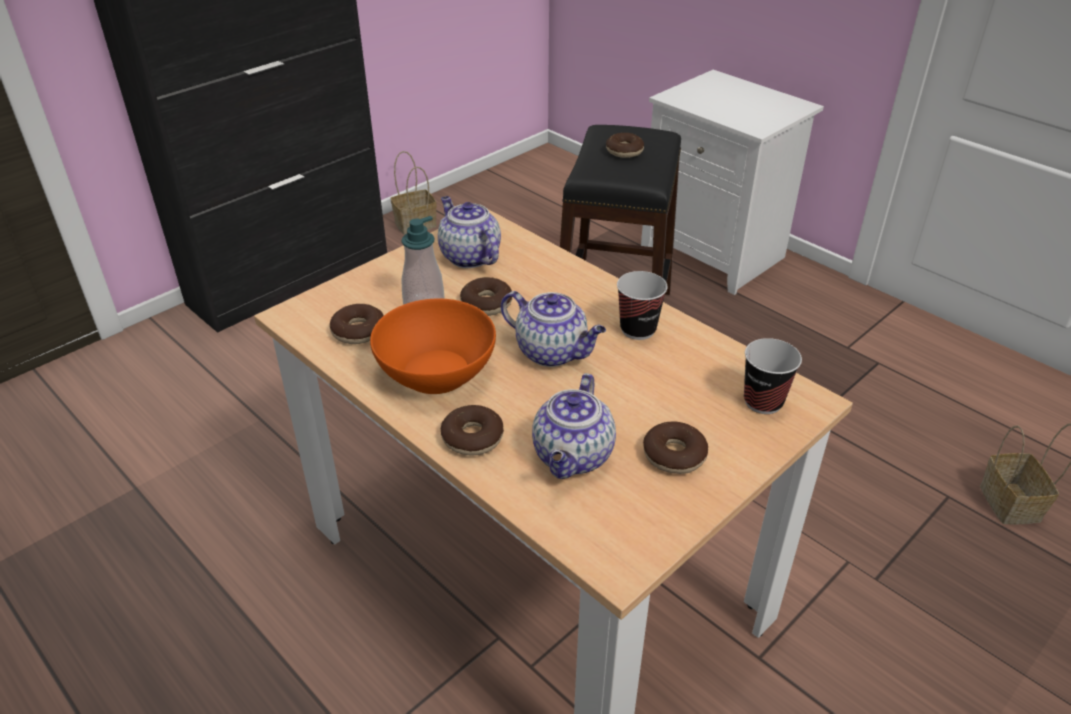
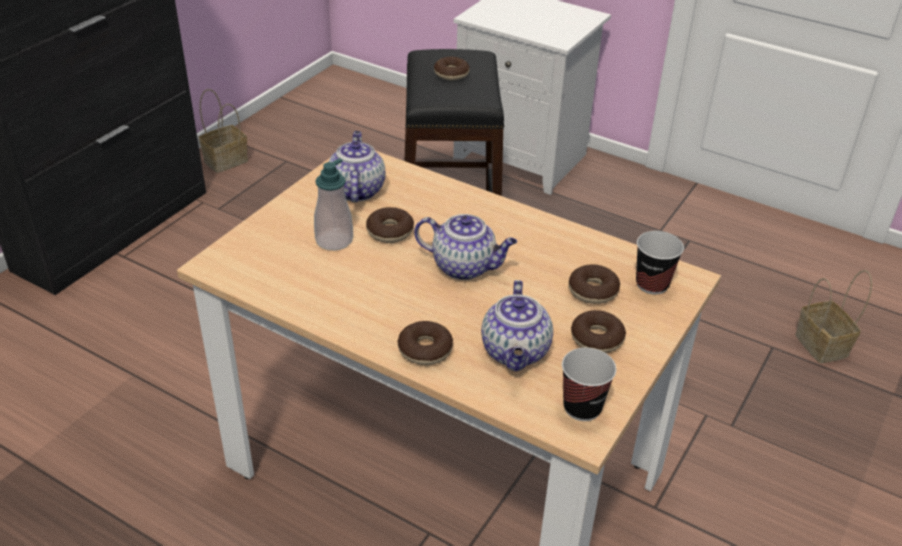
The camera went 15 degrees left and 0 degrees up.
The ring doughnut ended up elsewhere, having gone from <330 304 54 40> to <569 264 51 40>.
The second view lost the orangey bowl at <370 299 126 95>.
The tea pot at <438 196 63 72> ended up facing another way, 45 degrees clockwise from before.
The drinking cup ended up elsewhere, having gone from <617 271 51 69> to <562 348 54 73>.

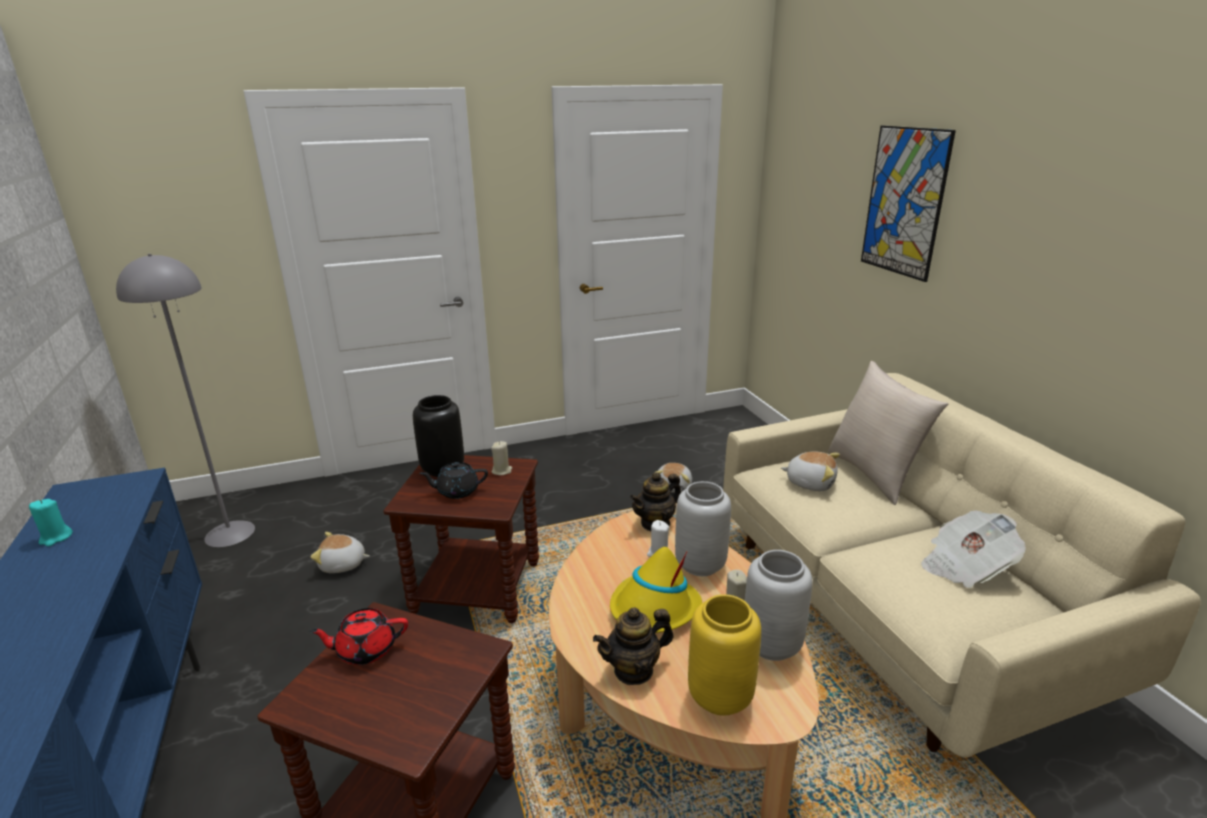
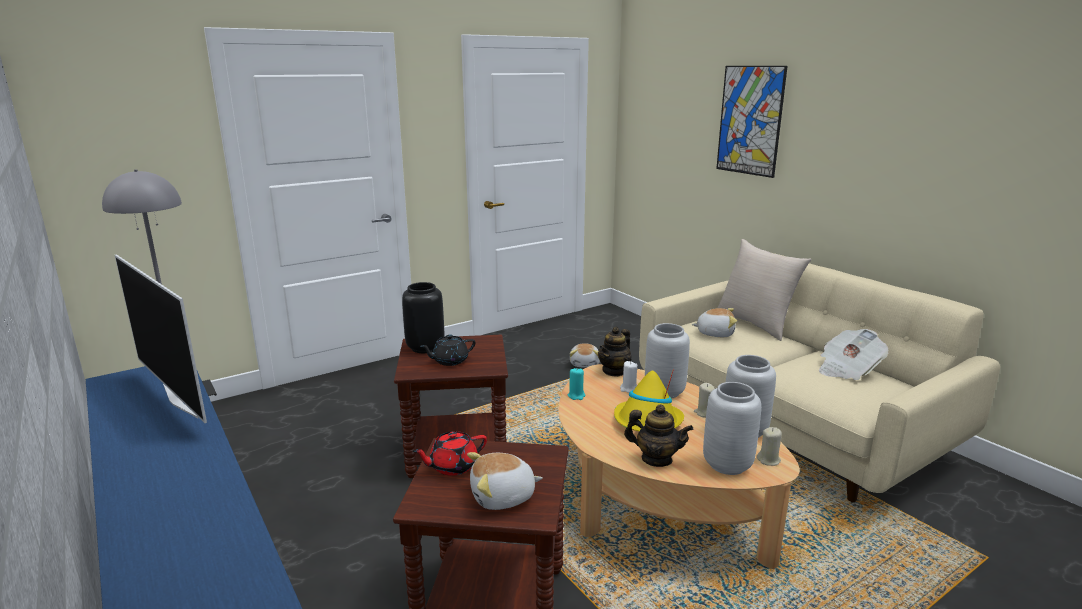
The camera went 15 degrees left and 5 degrees down.
The turquoise candle ended up elsewhere, having gone from <29 499 44 47> to <568 368 17 32>.
The soft toy ended up elsewhere, having gone from <310 532 60 41> to <467 452 76 58>.
The beige-coloured candle ended up elsewhere, having gone from <491 441 21 34> to <757 427 25 39>.
The tea pot at <593 607 81 78> ended up facing another way, 120 degrees counterclockwise from before.
What was the yellowish decorative vase at <688 594 73 122> turned into the gray decorative vase at <703 382 58 93>.
The second view gained the television at <115 254 92 169>.

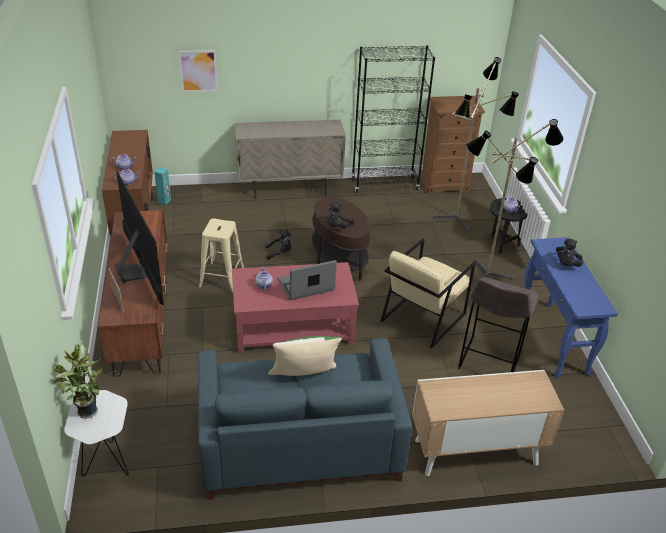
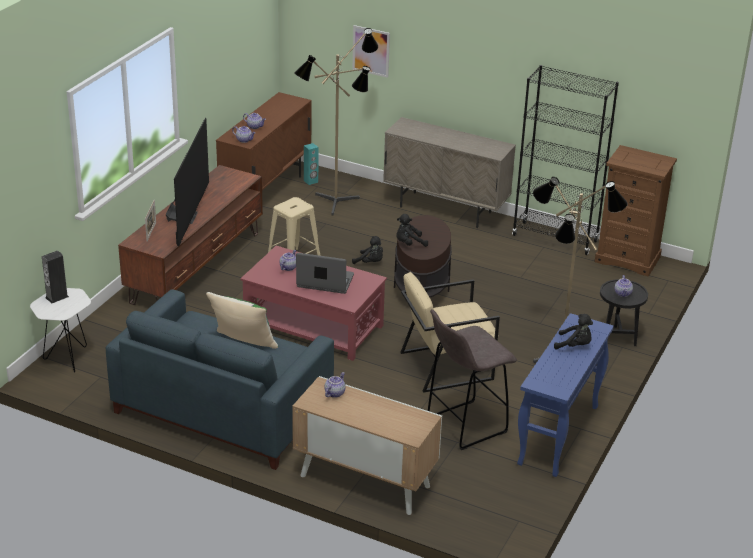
The camera went 35 degrees right and 5 degrees down.
Where the potted plant stood at <53 343 50 76>, the speaker came to stand at <42 250 27 53>.
The standard lamp ended up elsewhere, having gone from <434 57 85 174> to <294 28 84 187>.
The black soft toy at <556 239 27 28> ended up facing another way, 135 degrees counterclockwise from before.
The second view gained the tea pot at <325 372 20 26>.

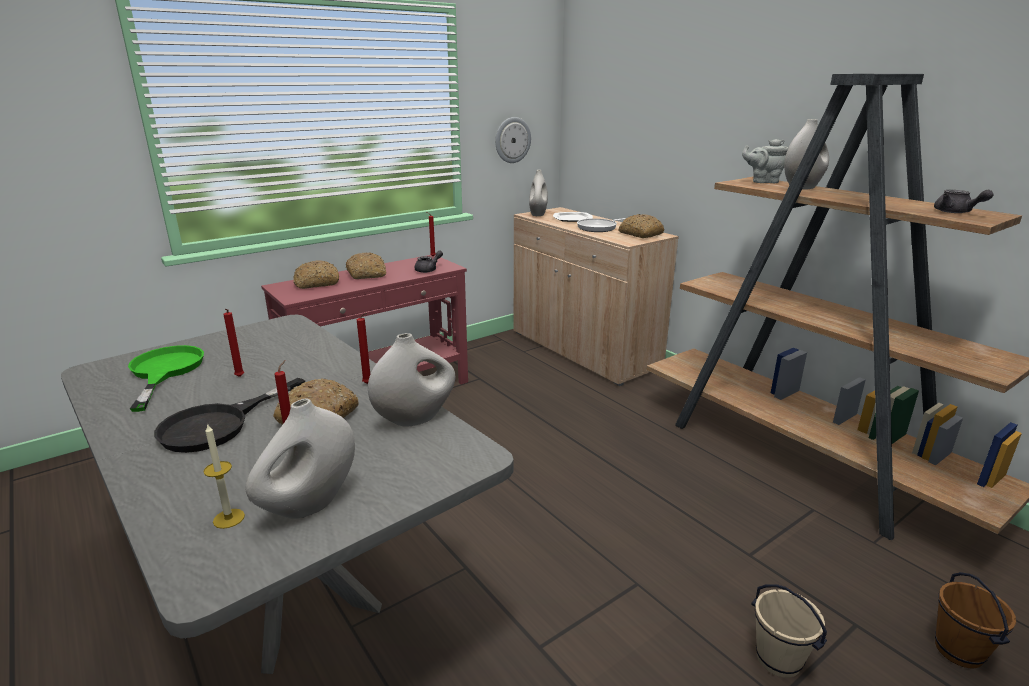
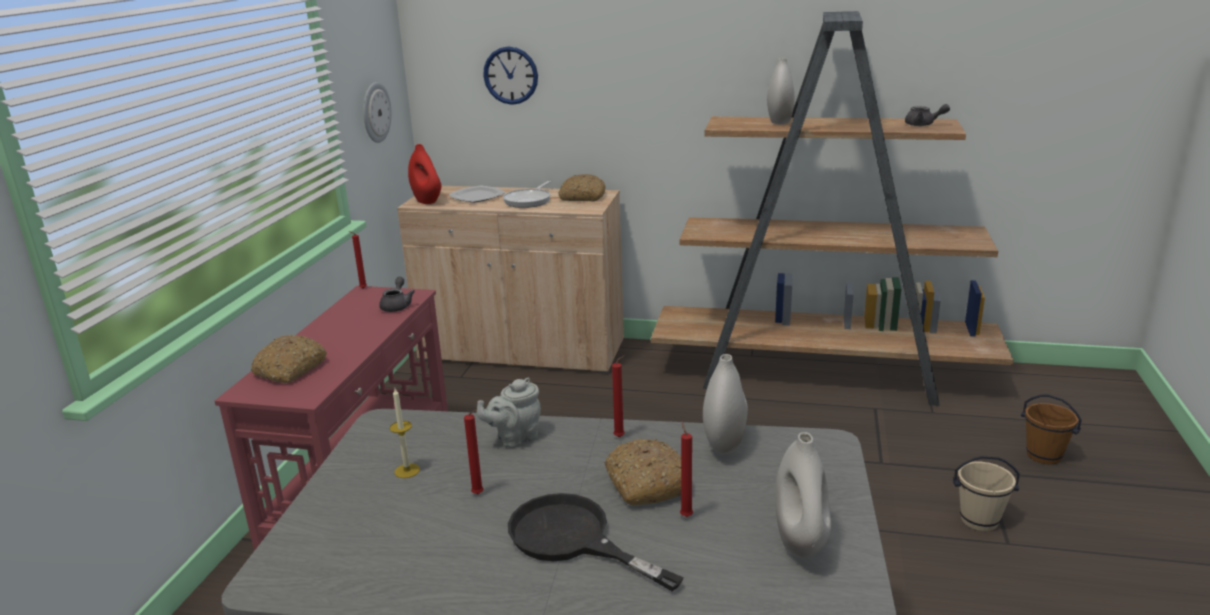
The camera went 40 degrees left and 0 degrees up.
The second view lost the green-coloured pan at <128 345 76 67>.
The black pan at <154 378 151 75> ended up facing another way, 135 degrees clockwise from before.
The candle ended up elsewhere, having gone from <203 423 42 106> to <390 389 30 89>.
The second view lost the bread at <346 252 40 27>.
What was the white decorative vase at <529 170 19 46> turned into the red decorative vase at <408 144 33 60>.
The gray tea pot ended up elsewhere, having gone from <742 139 46 44> to <477 378 64 70>.
The second view gained the hanging clock at <483 46 55 59>.

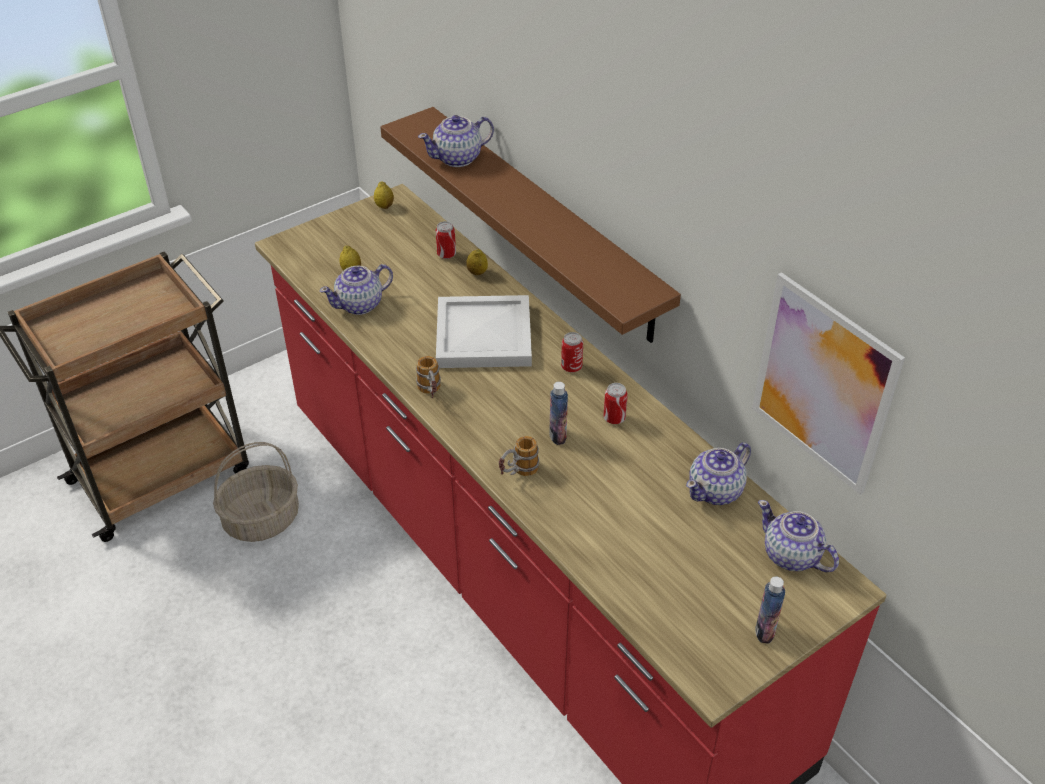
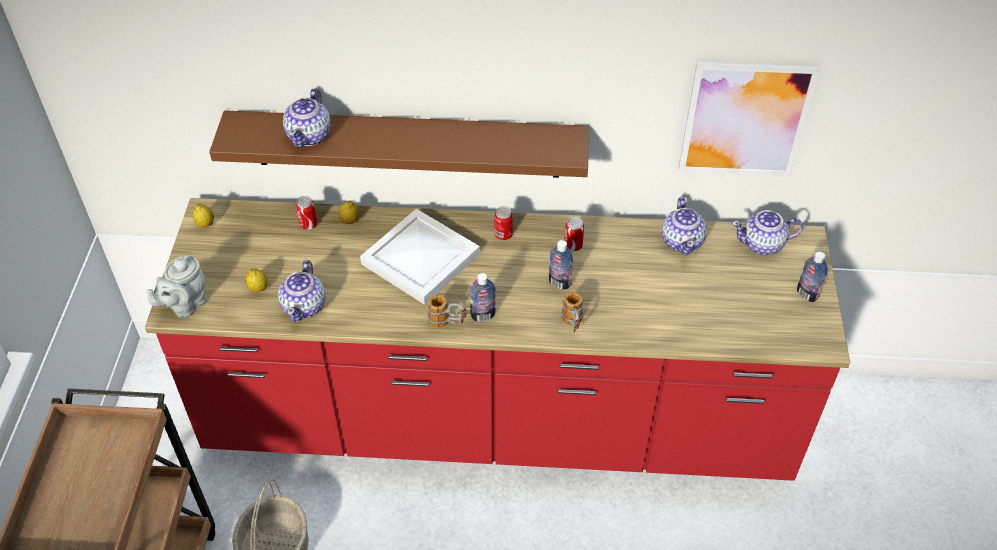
The camera went 50 degrees left and 5 degrees up.
The second view gained the gray tea pot at <147 255 60 63>.
The second view gained the beverage bottle at <470 273 26 49>.

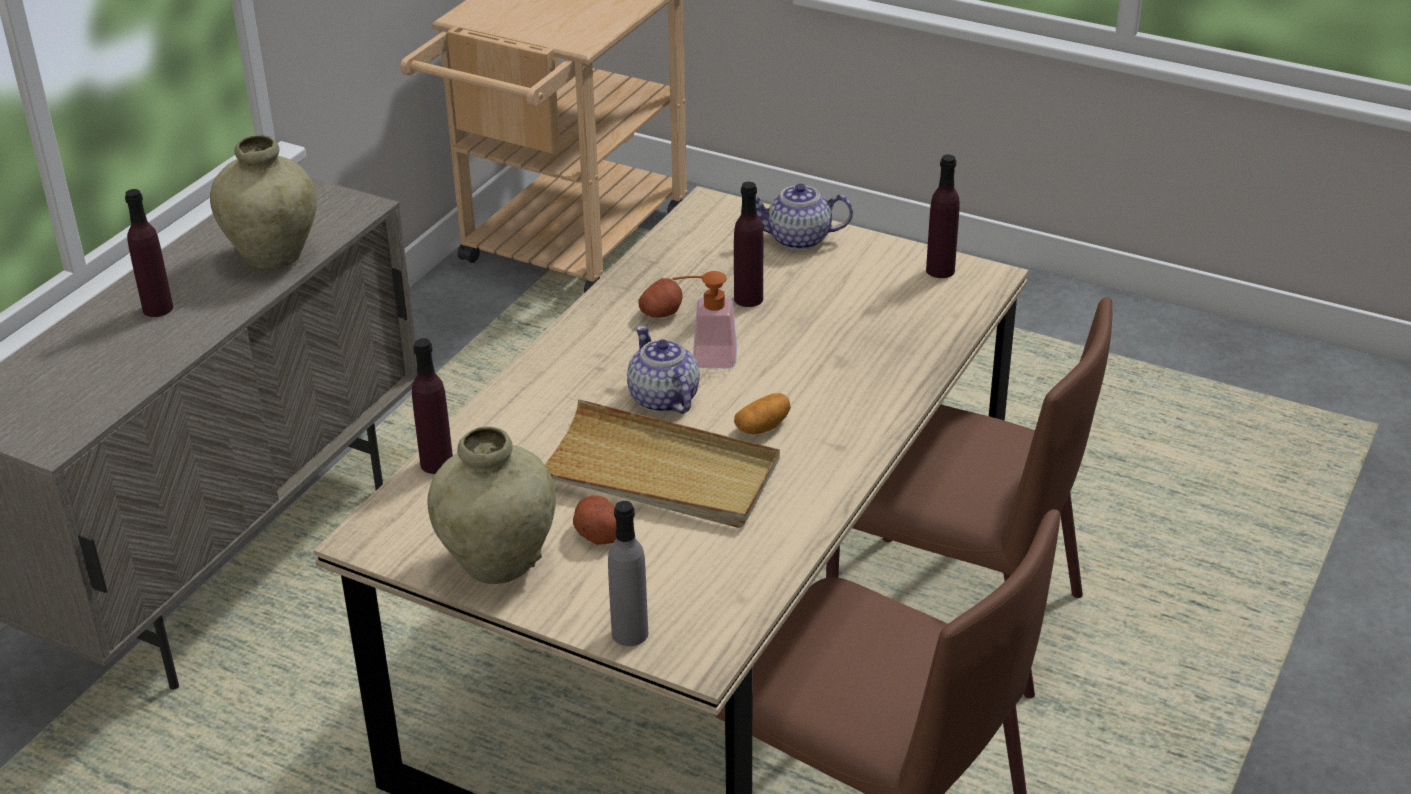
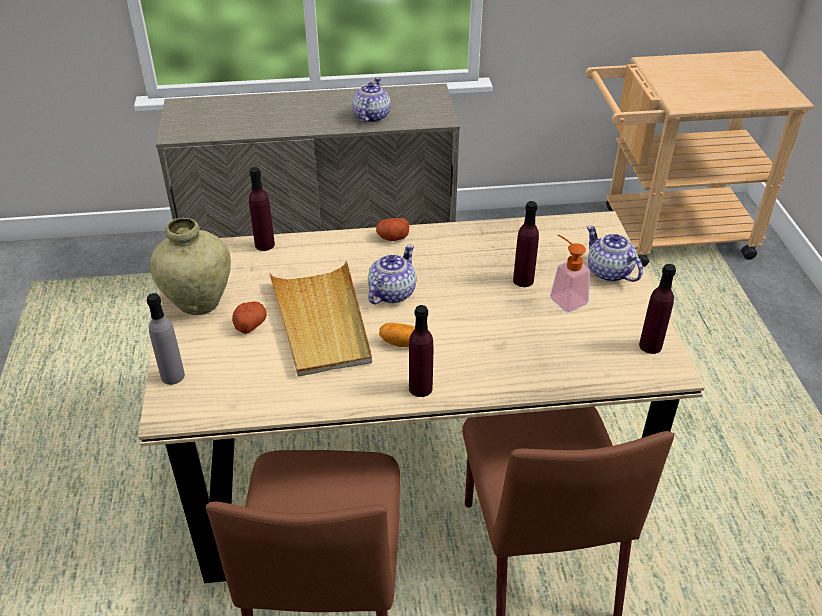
The camera went 55 degrees right and 5 degrees up.
The purple-coloured beverage bottle ended up elsewhere, having gone from <125 189 48 128> to <409 305 24 92>.
Where the beige-coloured decorative vase stood at <210 135 107 135>, the tea pot came to stand at <352 77 39 46>.
The whole potato ended up elsewhere, having gone from <638 278 45 40> to <376 218 33 23>.
The liquid soap bottle ended up elsewhere, having gone from <672 271 65 98> to <550 234 40 78>.

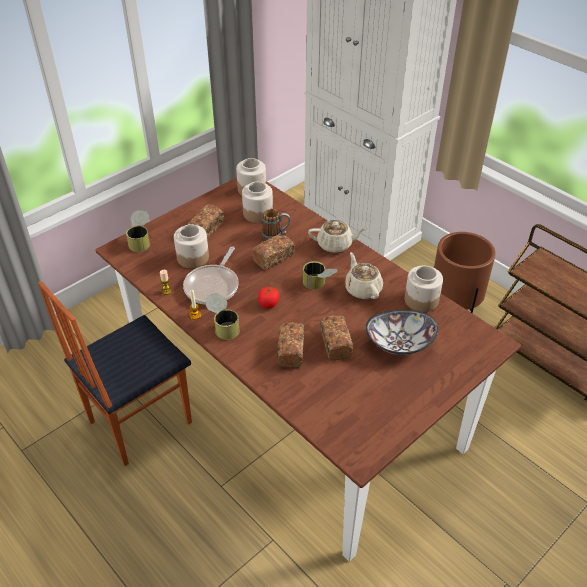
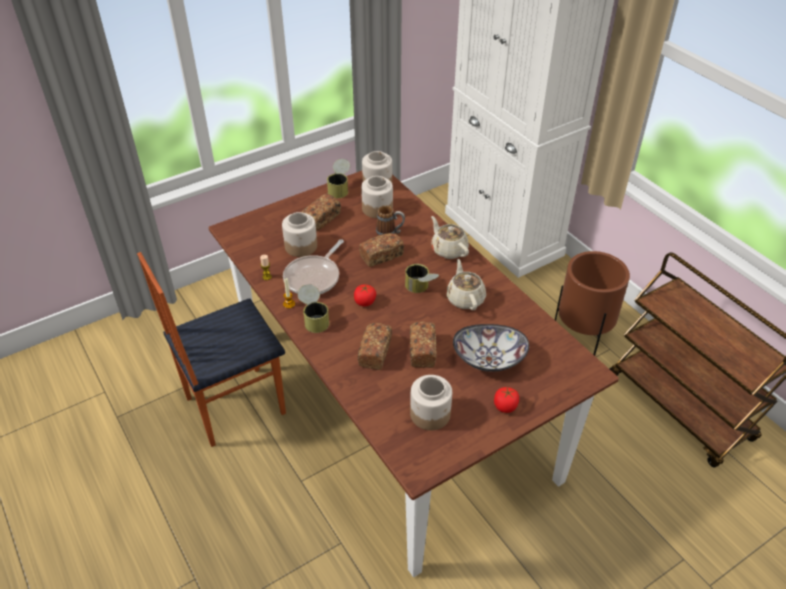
The camera went 10 degrees right and 0 degrees up.
The metal can ended up elsewhere, having gone from <126 210 24 42> to <327 159 23 39>.
The beige-coloured tea pot at <308 220 58 33> ended up facing another way, 135 degrees counterclockwise from before.
The jar ended up elsewhere, having gone from <405 266 38 46> to <410 375 42 55>.
The second view gained the whole tomato at <494 387 25 26>.

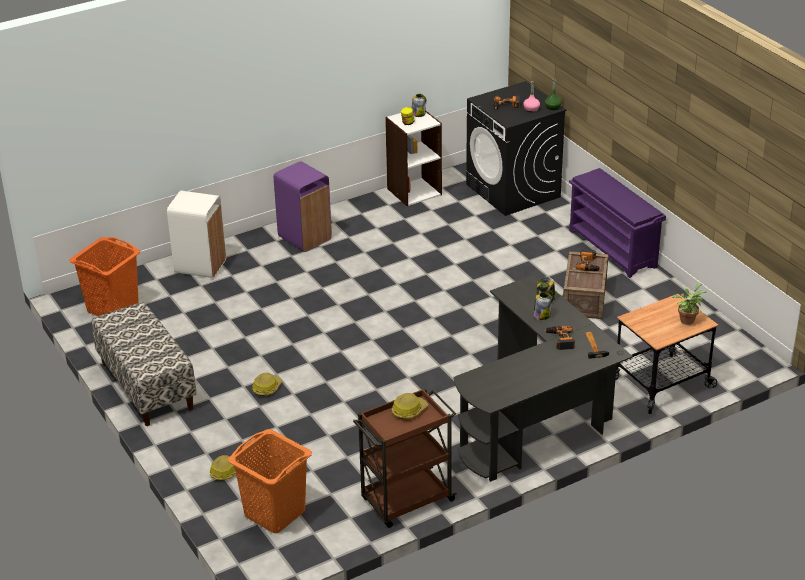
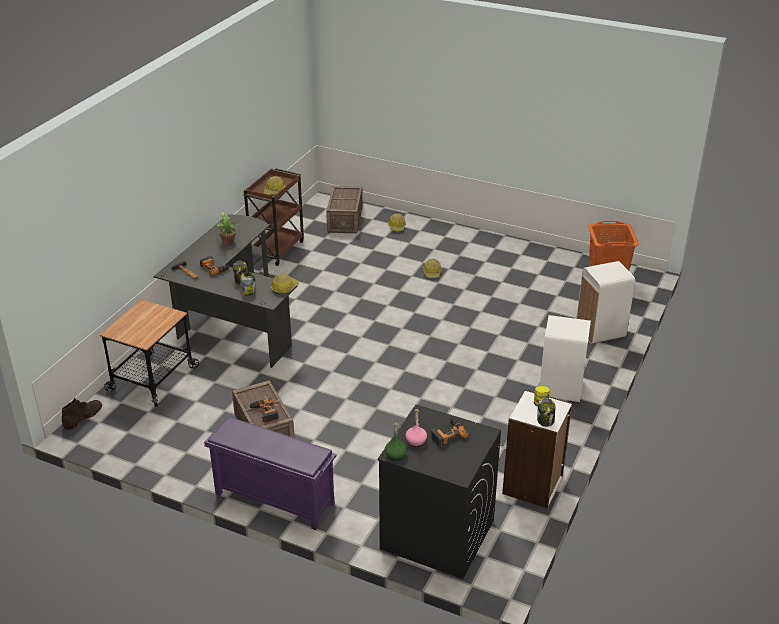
The camera went 145 degrees right and 0 degrees up.
The second view lost the indoor bench at <92 302 105 124>.
Where the orangey washing basket stood at <228 429 84 104>, the packing crate came to stand at <326 186 37 48>.
What was the purple-coloured waste bin at <274 161 58 91> turned into the white waste bin at <540 315 51 87>.
The potted plant ended up elsewhere, having gone from <672 283 34 42> to <216 212 25 33>.
The second view gained the brownish tall boot at <62 398 40 32>.
The second view gained the safety helmet at <271 274 28 20>.

